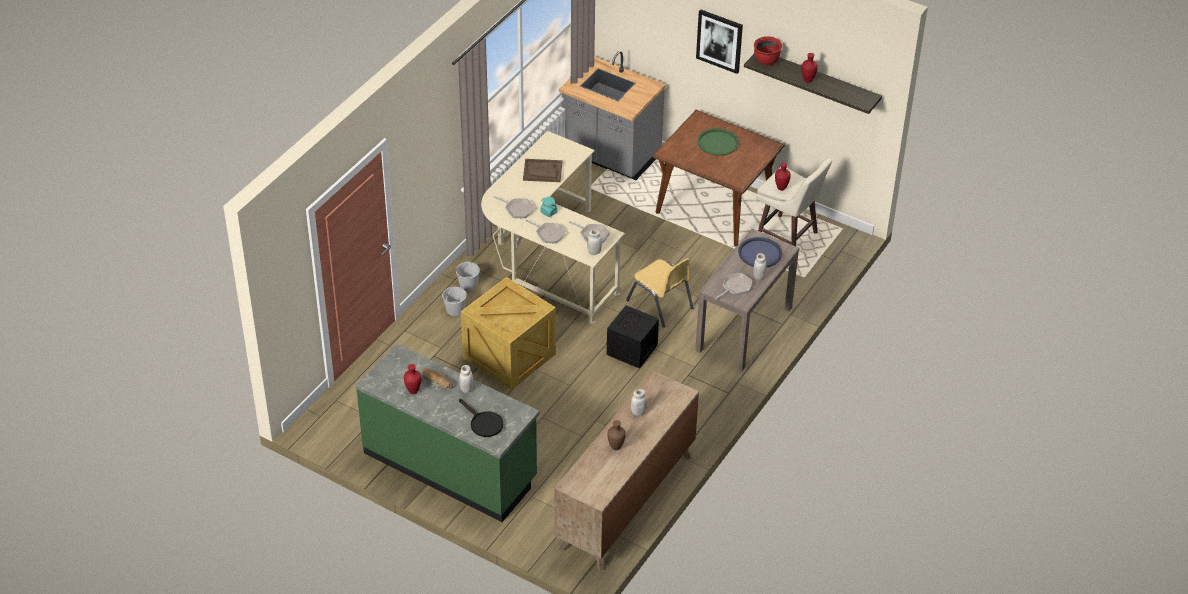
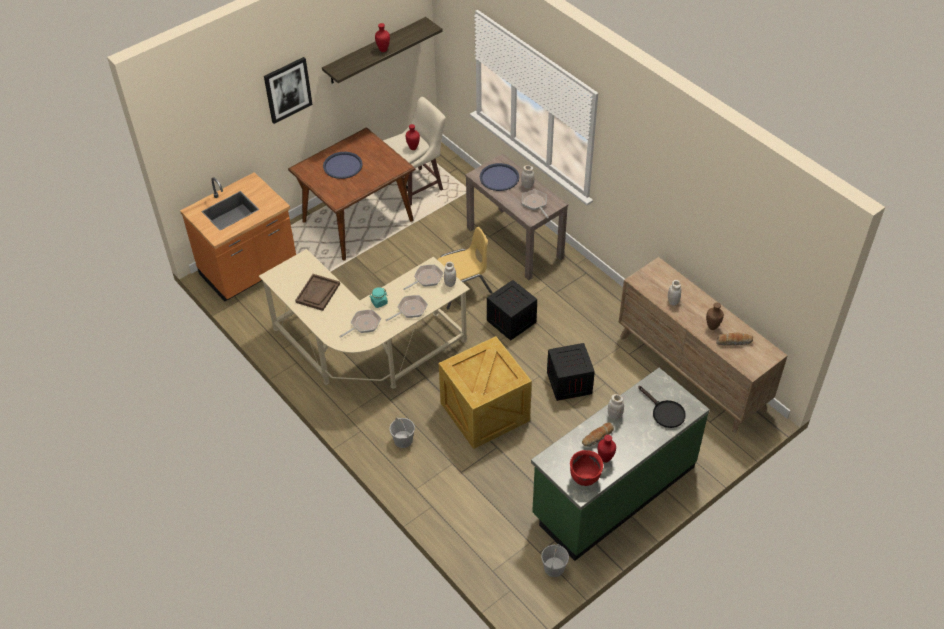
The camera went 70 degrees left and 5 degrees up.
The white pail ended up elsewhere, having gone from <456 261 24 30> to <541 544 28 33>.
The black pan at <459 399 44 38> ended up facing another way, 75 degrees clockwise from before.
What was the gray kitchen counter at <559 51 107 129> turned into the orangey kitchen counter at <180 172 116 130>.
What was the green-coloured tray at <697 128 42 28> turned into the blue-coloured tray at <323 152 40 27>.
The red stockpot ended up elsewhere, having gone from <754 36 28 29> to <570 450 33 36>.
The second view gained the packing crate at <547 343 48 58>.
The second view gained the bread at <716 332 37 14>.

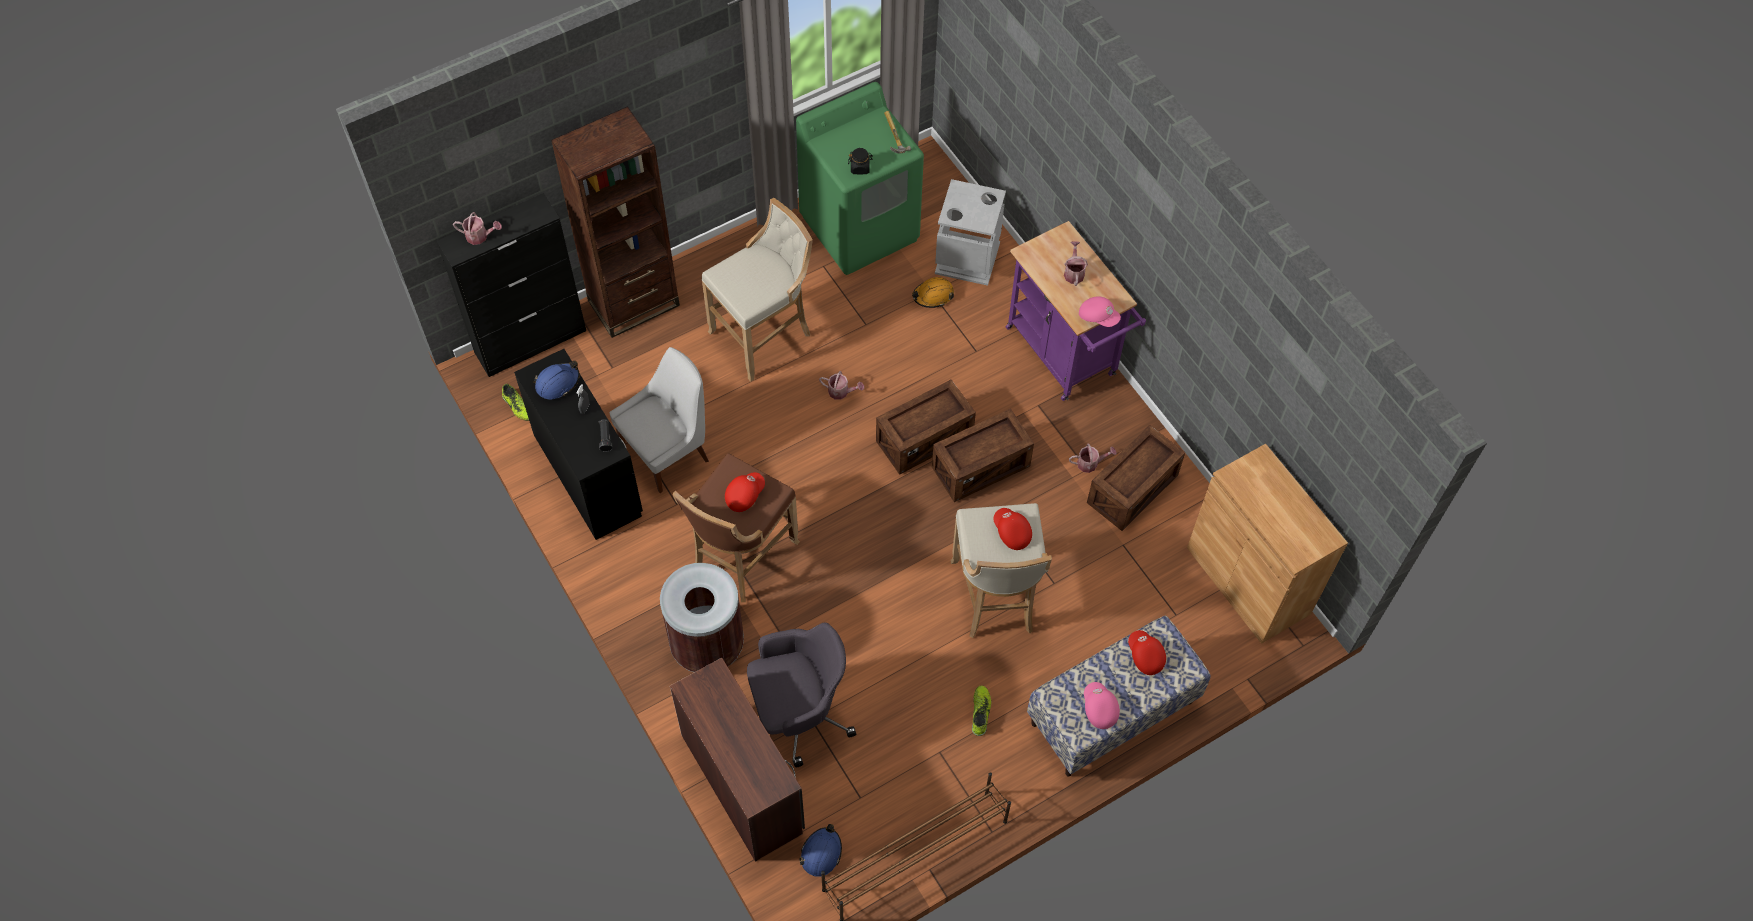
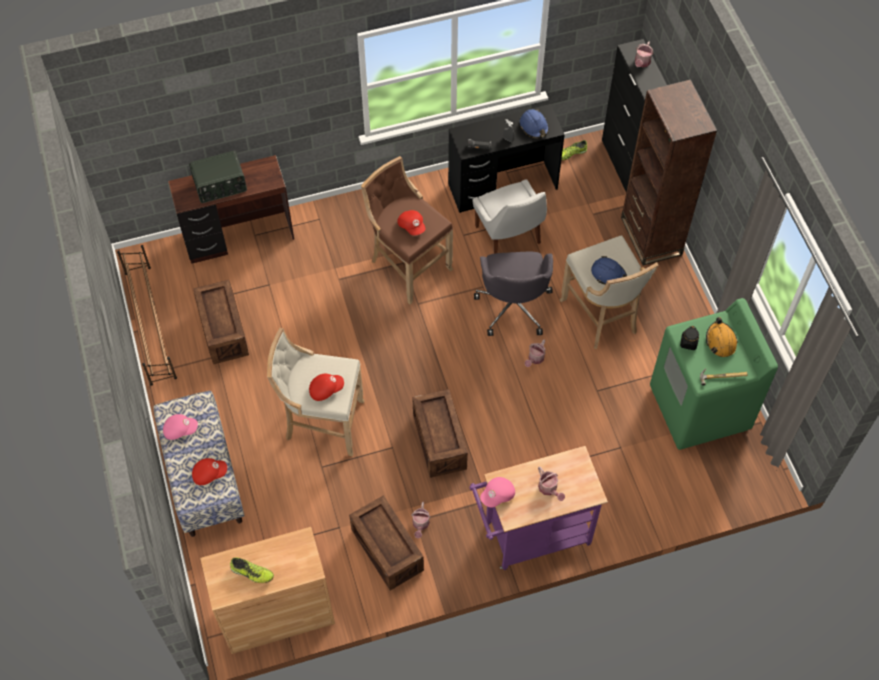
The camera went 105 degrees right and 0 degrees up.
The second view lost the brownish waste bin at <660 563 84 109>.
The gray office chair ended up elsewhere, having gone from <747 623 109 144> to <474 251 79 85>.
The blue-coloured safety helmet ended up elsewhere, having gone from <799 824 43 53> to <591 256 36 29>.
The packing crate ended up elsewhere, having gone from <876 380 100 95> to <194 280 55 84>.
The orangey safety helmet ended up elsewhere, having gone from <912 277 42 31> to <706 317 32 40>.
The second view lost the gray waste bin at <935 179 71 107>.
The item of footwear ended up elsewhere, having gone from <972 685 19 51> to <230 557 44 26>.
The watering pot at <1064 241 24 45> ended up facing another way, 45 degrees clockwise from before.
The second view gained the radio receiver at <189 151 58 52>.

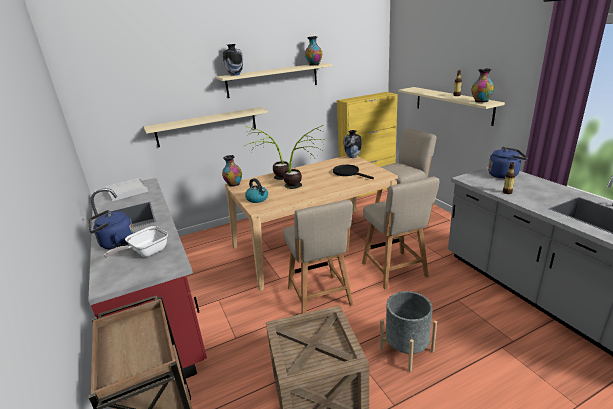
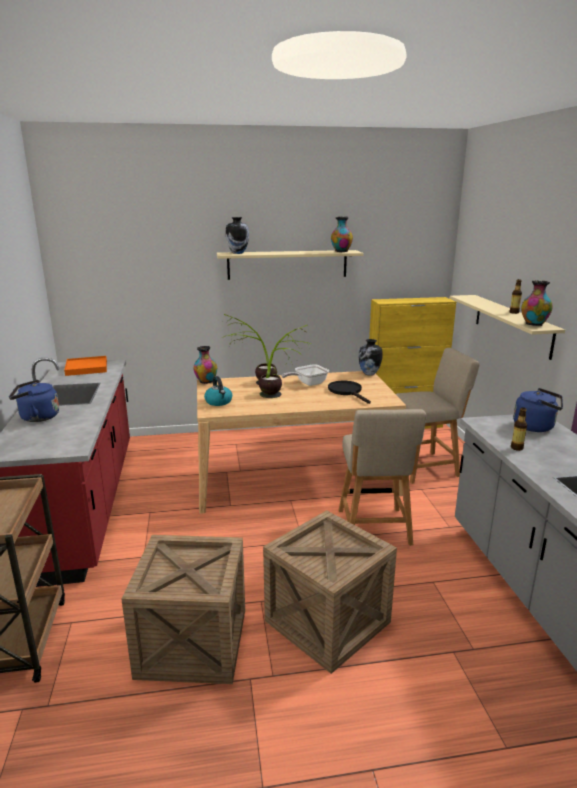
The camera went 15 degrees right and 5 degrees down.
The pan ended up elsewhere, having gone from <104 226 64 32> to <282 364 47 22>.
What was the white tray at <105 178 43 23> turned into the orangey tray at <64 356 43 20>.
The second view lost the beige-coloured bracket shelf at <144 107 124 40>.
The second view lost the beige-coloured plain chair at <283 200 71 114>.
Where the gray planter stood at <380 291 57 81>, the packing crate came to stand at <263 510 134 164>.

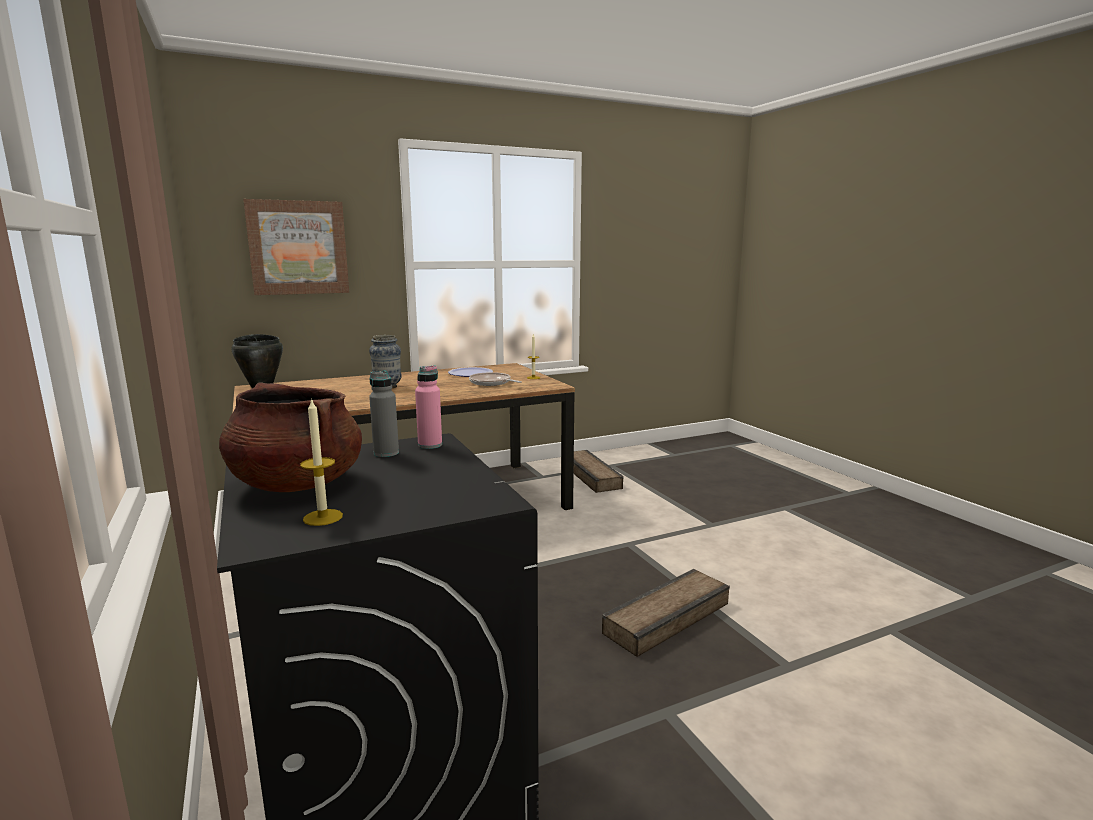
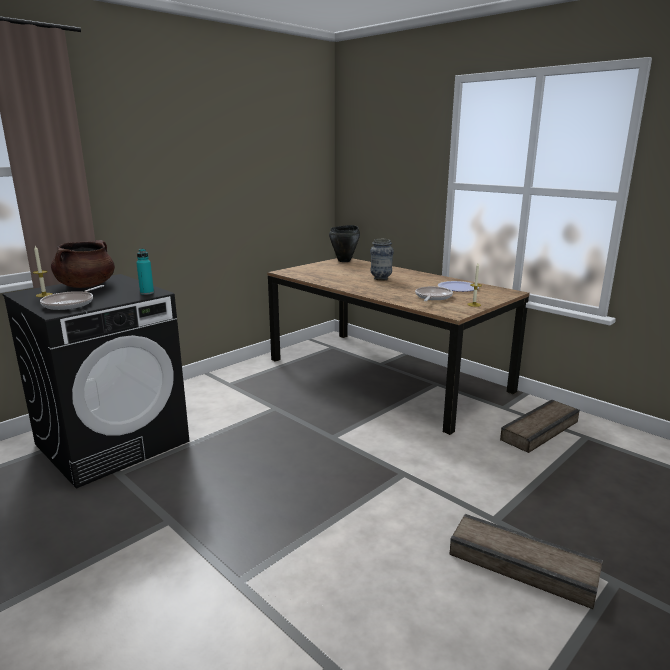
The camera went 70 degrees right and 5 degrees up.
The second view lost the wall picture at <243 199 106 96>.
The second view lost the gray beverage bottle at <369 371 30 86>.
What was the pink beverage bottle at <415 366 27 83> turned into the turquoise beverage bottle at <136 249 18 46>.
The packing crate ended up elsewhere, having gone from <602 569 128 88> to <449 514 154 95>.
The second view gained the pan at <40 285 64 25>.

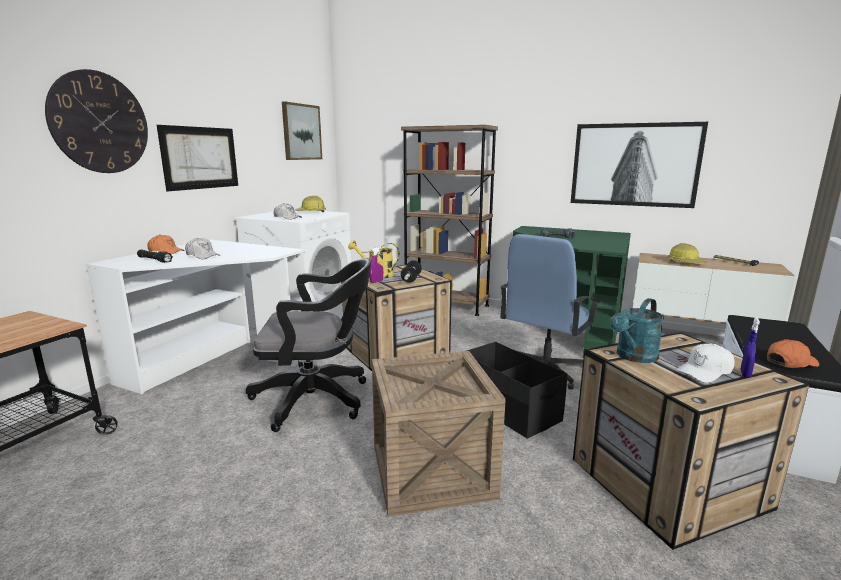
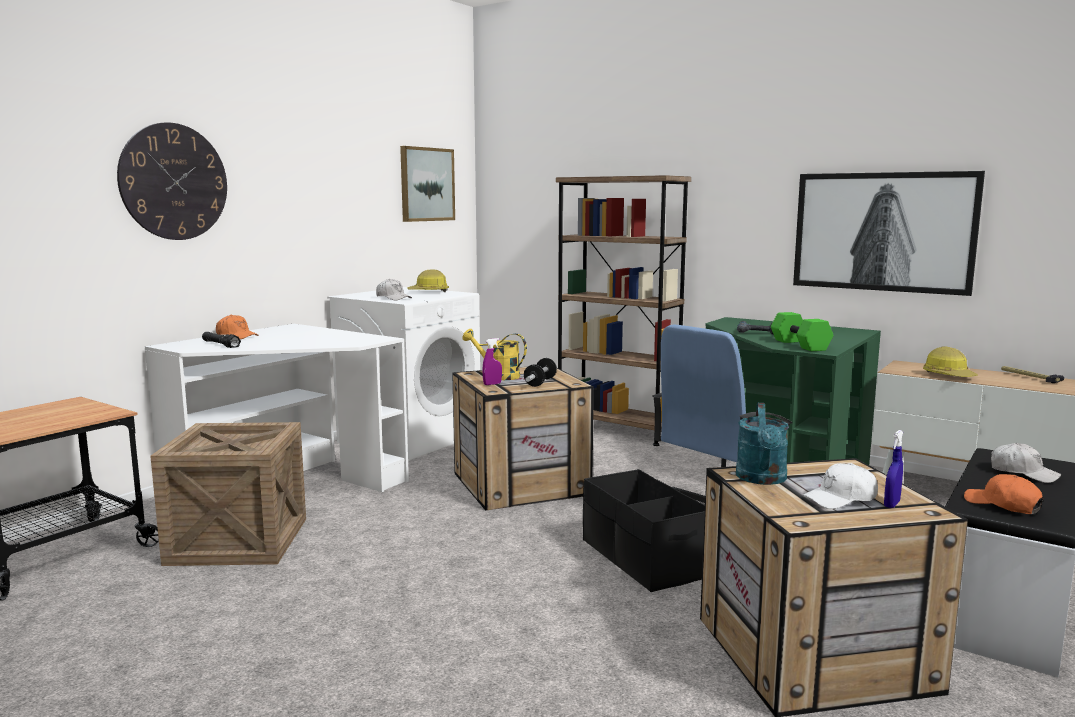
The camera went 10 degrees right and 5 degrees down.
The second view lost the wall picture at <157 125 81 66>.
The white cap ended up elsewhere, having gone from <185 238 36 21> to <991 443 70 40>.
The second view lost the black office chair at <246 258 125 174>.
The packing crate ended up elsewhere, having gone from <372 351 134 166> to <150 422 156 144>.
The turquoise watering pot at <610 298 54 65> ended up facing another way, 45 degrees counterclockwise from before.
The orangey cap at <767 339 52 29> ended up facing another way, 120 degrees counterclockwise from before.
The second view gained the green-coloured free weight at <771 312 62 39>.

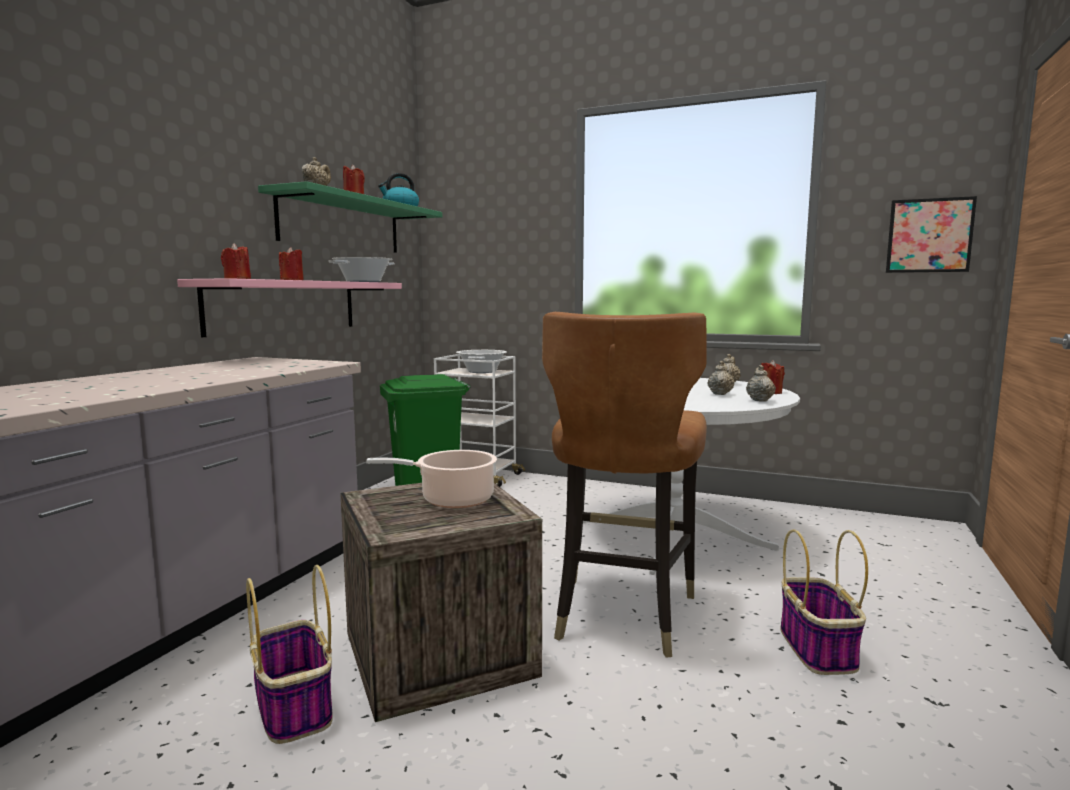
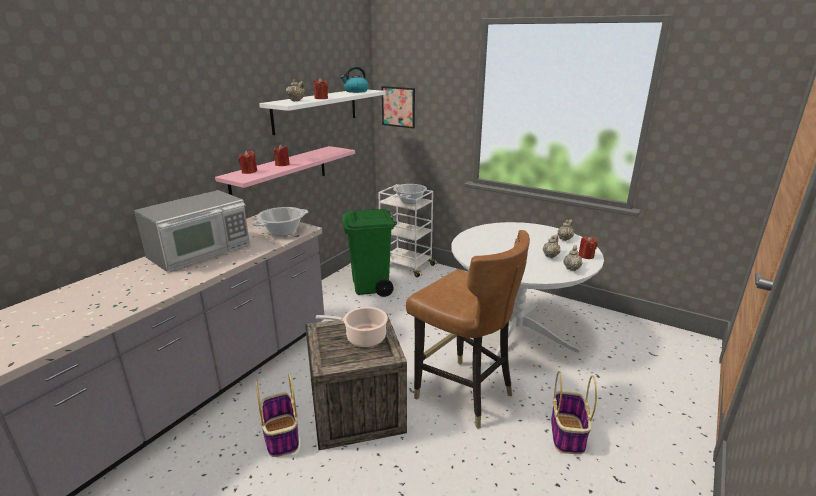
The camera went 10 degrees right and 15 degrees up.
What was the green-coloured bracket shelf at <258 181 184 72> turned into the white bracket shelf at <259 90 126 45>.
The stockpot ended up elsewhere, having gone from <329 257 65 25> to <252 207 56 29>.
The brownish plain chair at <542 312 165 346> ended up facing another way, 75 degrees counterclockwise from before.
The wall picture ended up elsewhere, having gone from <886 196 91 77> to <382 86 33 43>.
The second view gained the microwave oven at <134 190 116 83>.

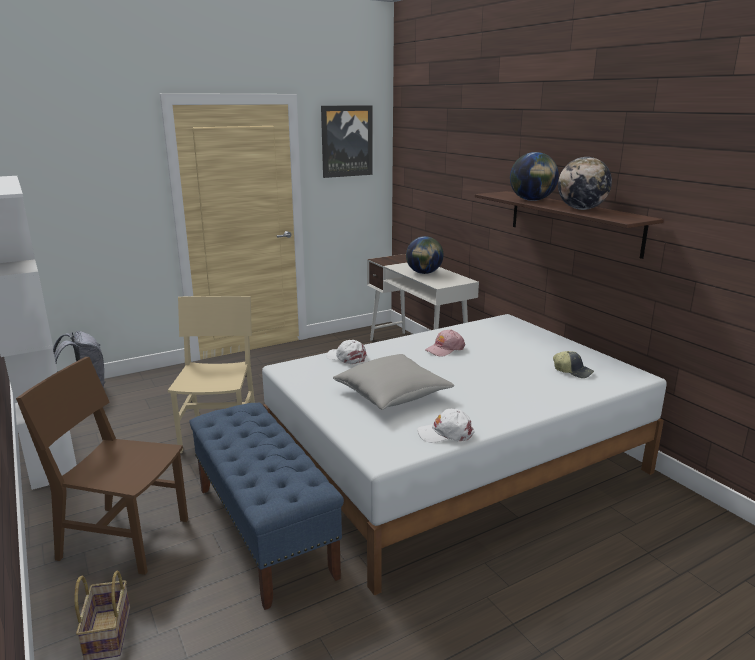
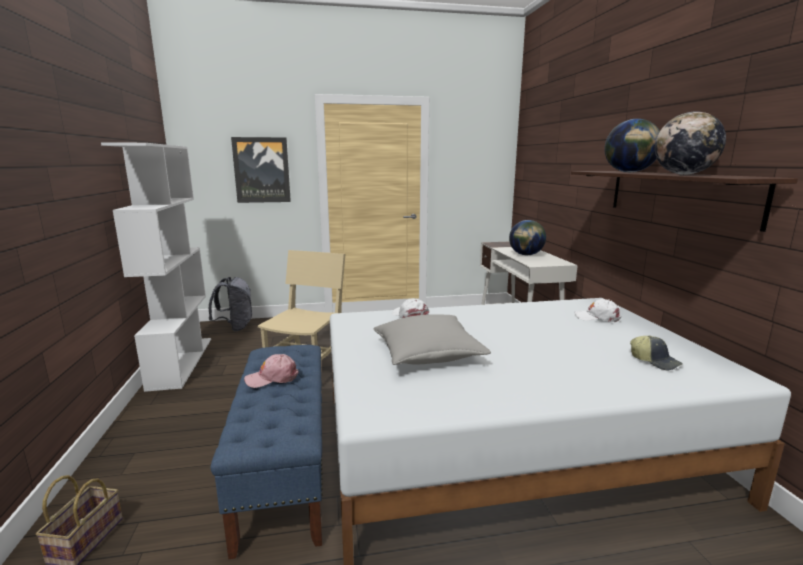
The camera went 20 degrees right and 5 degrees down.
The second view lost the brownish plain chair at <16 357 172 218>.
The wall picture ended up elsewhere, having gone from <321 105 52 73> to <231 137 60 66>.
The white cap ended up elsewhere, having gone from <417 409 58 34> to <574 299 48 23>.
The pink cap ended up elsewhere, having gone from <425 330 40 27> to <244 354 55 34>.

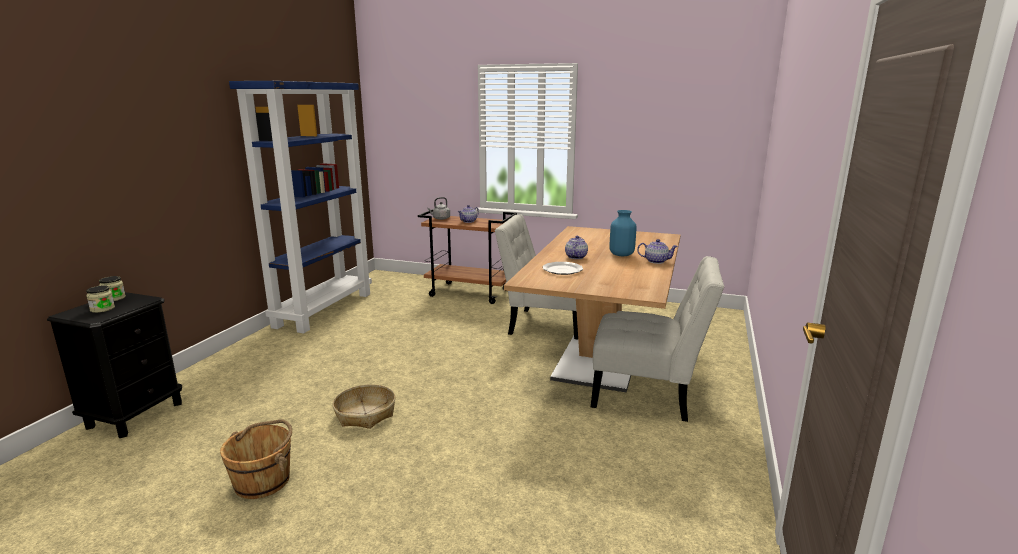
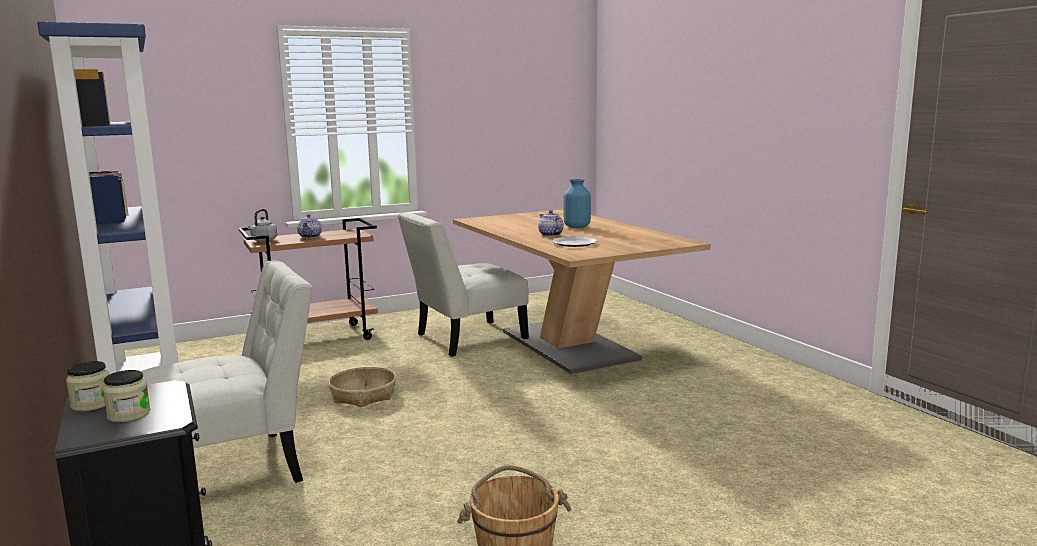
The camera went 45 degrees left and 5 degrees down.
The basket ended up elsewhere, having gone from <333 384 63 45> to <329 367 67 40>.
The white plain chair ended up elsewhere, having gone from <591 256 133 166> to <141 261 172 222>.
The second view lost the tea pot at <637 239 41 25>.

